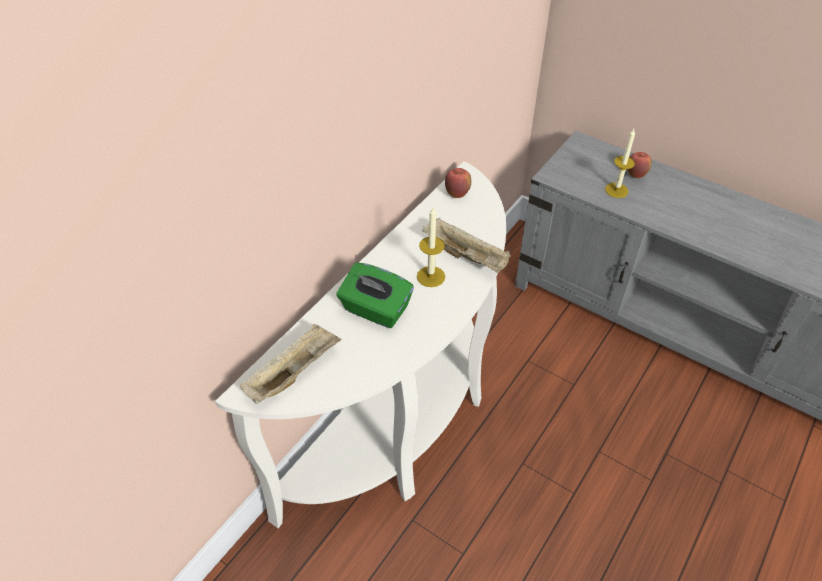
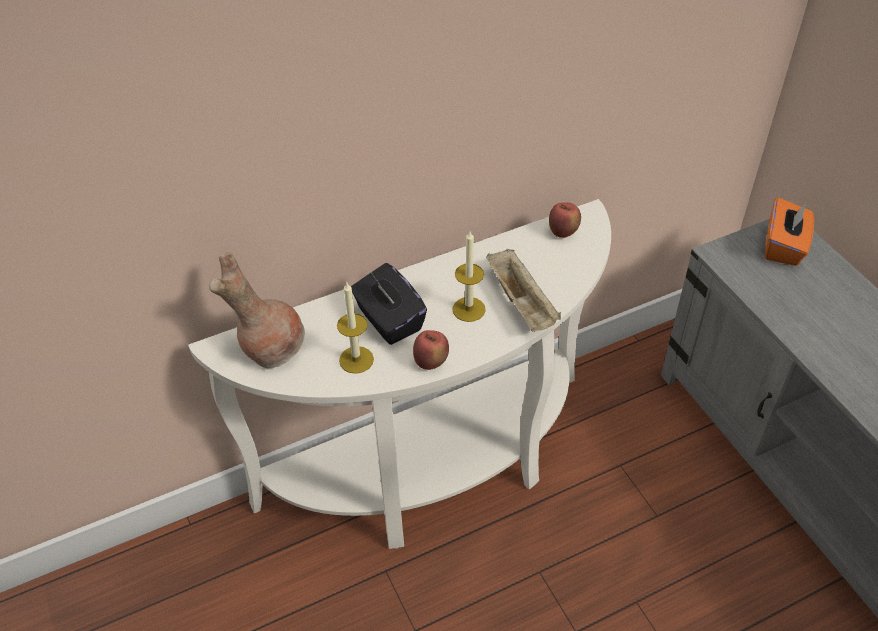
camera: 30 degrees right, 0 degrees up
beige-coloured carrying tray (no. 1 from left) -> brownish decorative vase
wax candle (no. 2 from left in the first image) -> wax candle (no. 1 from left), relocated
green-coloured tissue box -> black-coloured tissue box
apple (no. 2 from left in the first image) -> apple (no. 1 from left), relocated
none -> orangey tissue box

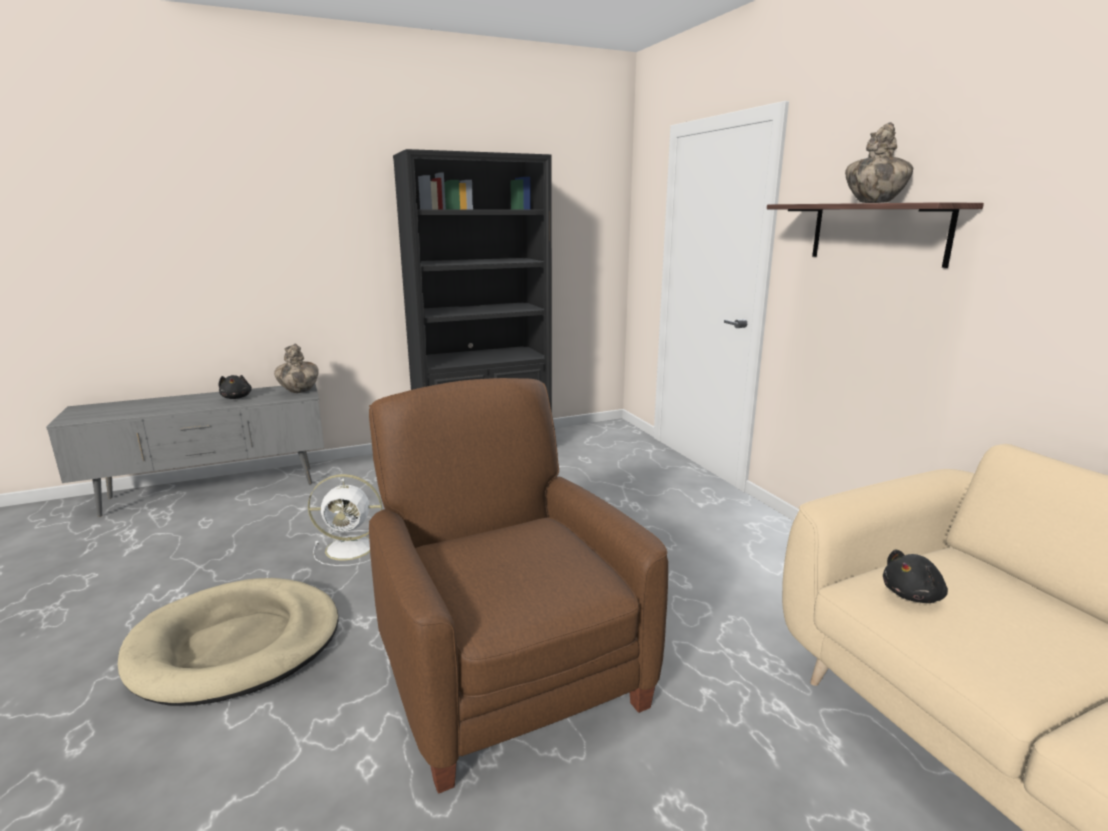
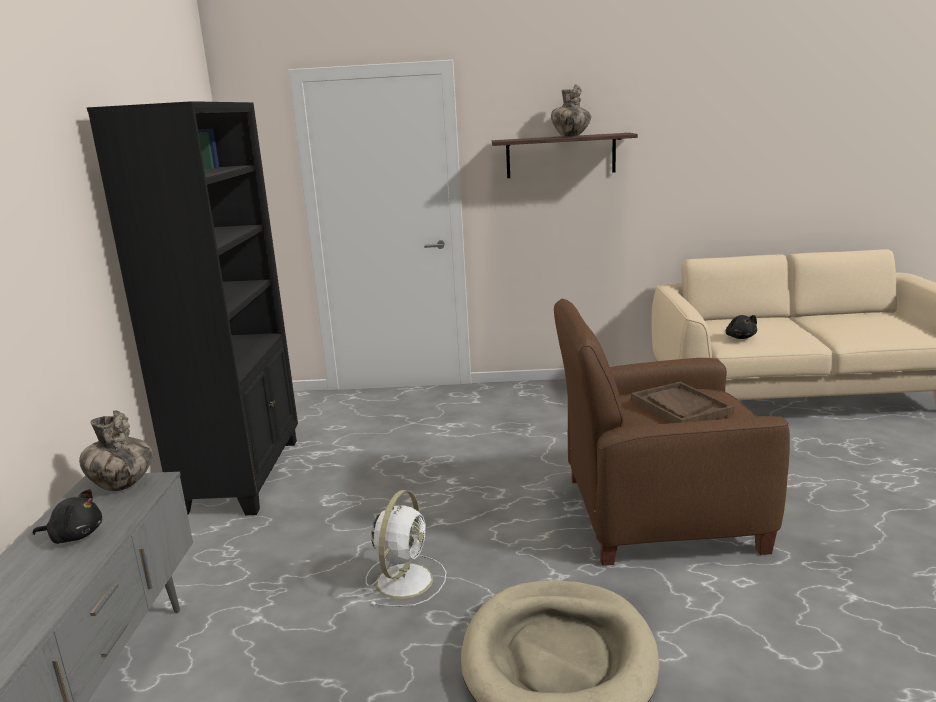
camera: 65 degrees left, 0 degrees up
none -> brownish carrying tray

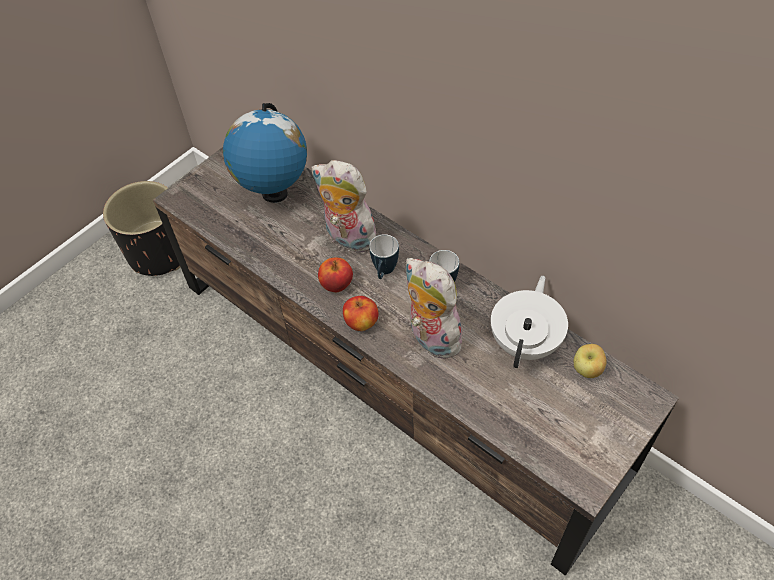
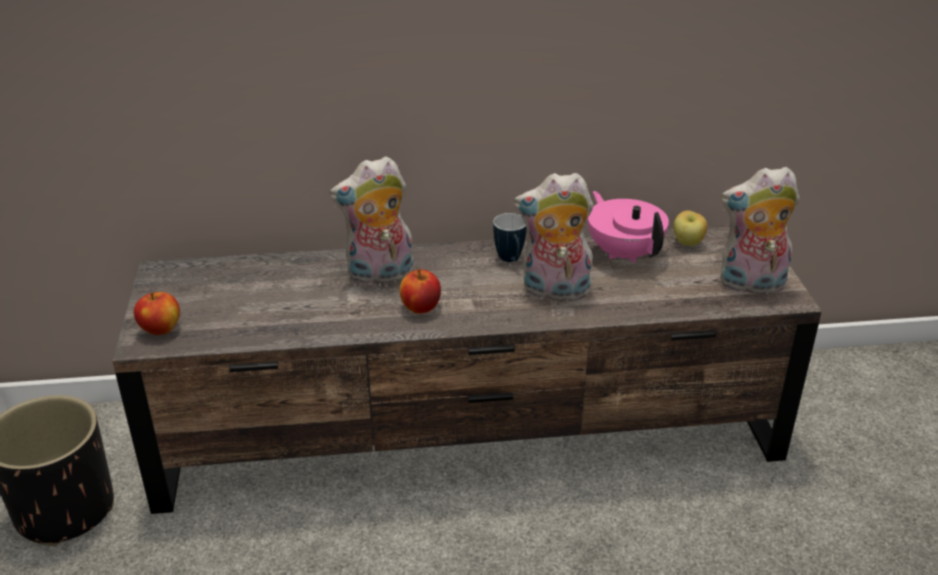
camera: 50 degrees left, 20 degrees down
apple (no. 2 from left in the first image) -> apple (no. 1 from left), relocated
white-coloured tea pot -> pink tea pot
none -> cuddly toy (no. 3 from left)
desk globe -> none
tea mug (no. 1 from left) -> none

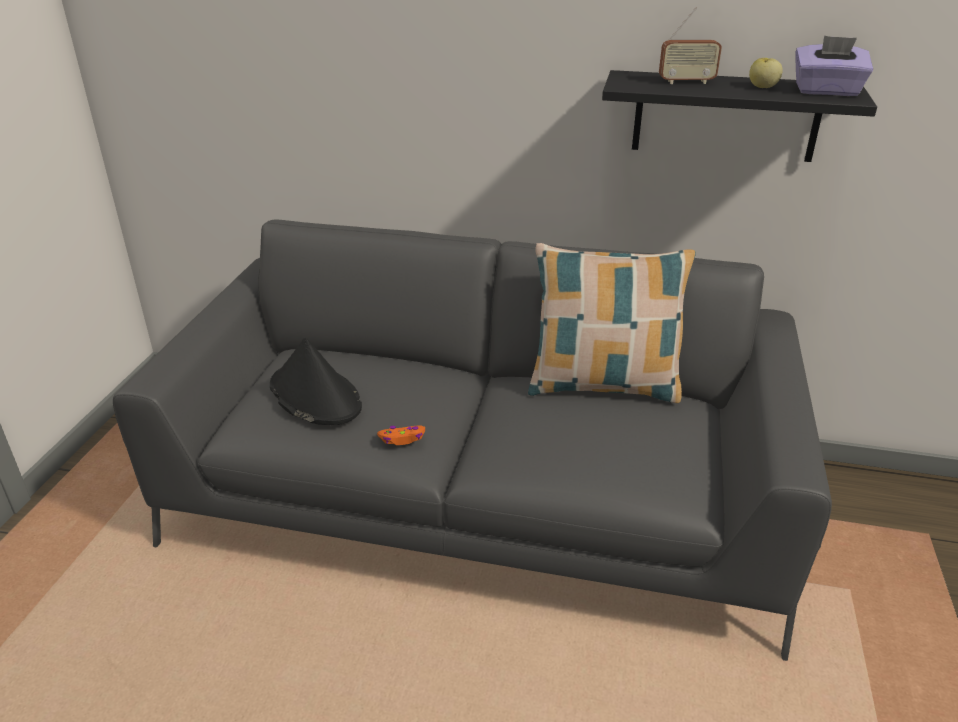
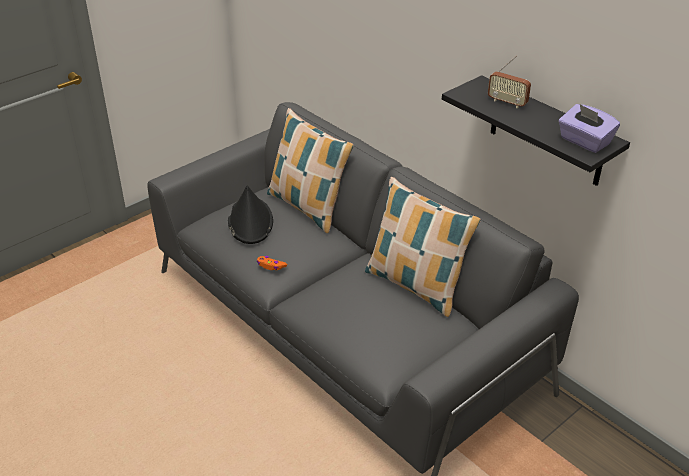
camera: 35 degrees right, 5 degrees up
none -> pillow (no. 1 from left)
apple -> none

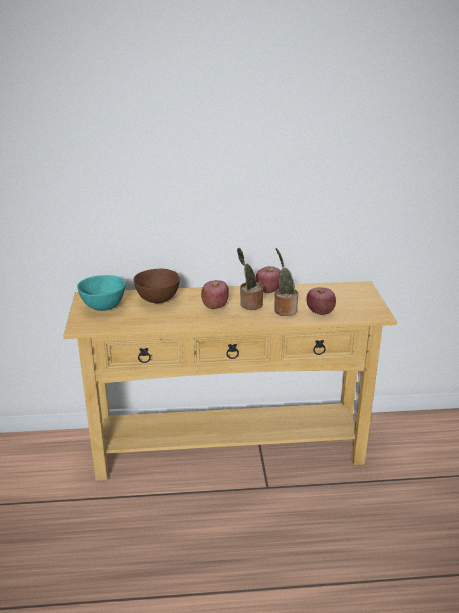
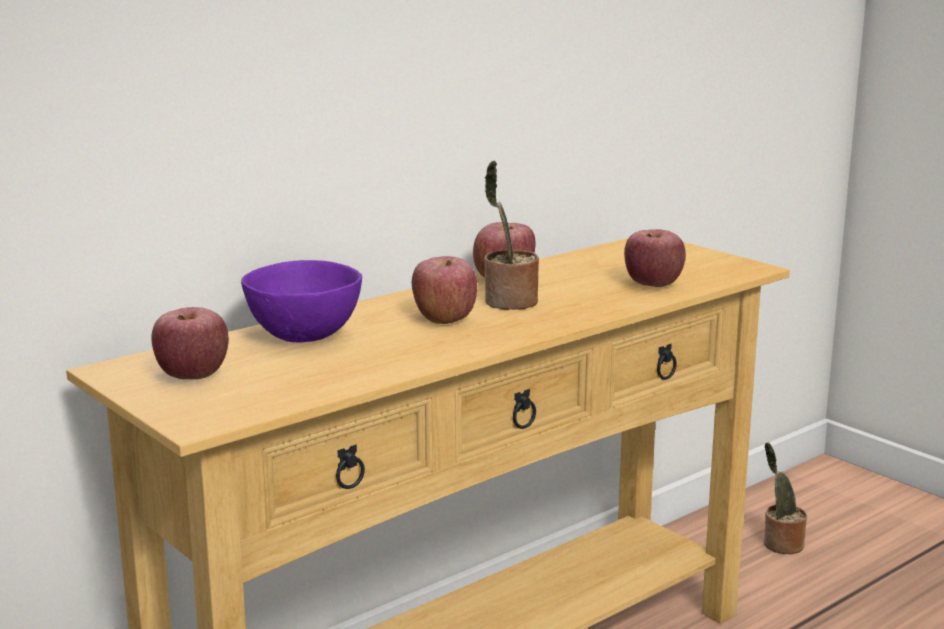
camera: 35 degrees left, 10 degrees down
blue-green bowl -> apple (no. 1 from left)
brownish bowl -> purple-coloured bowl
houseplant (no. 2 from left), relocated

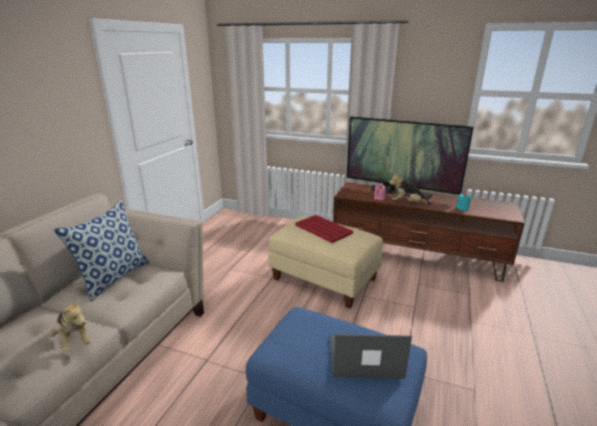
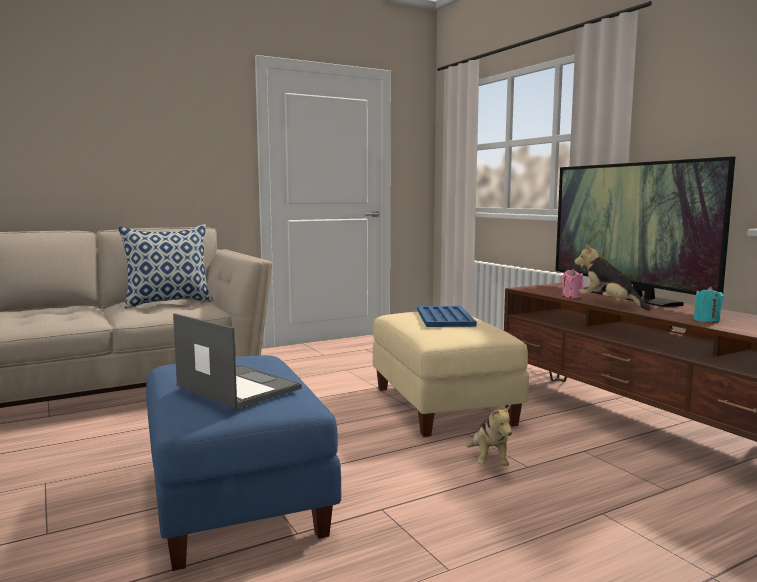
camera: 40 degrees right, 15 degrees down
red carrying tray -> blue-coloured carrying tray
cuddly toy (no. 1 from left), relocated

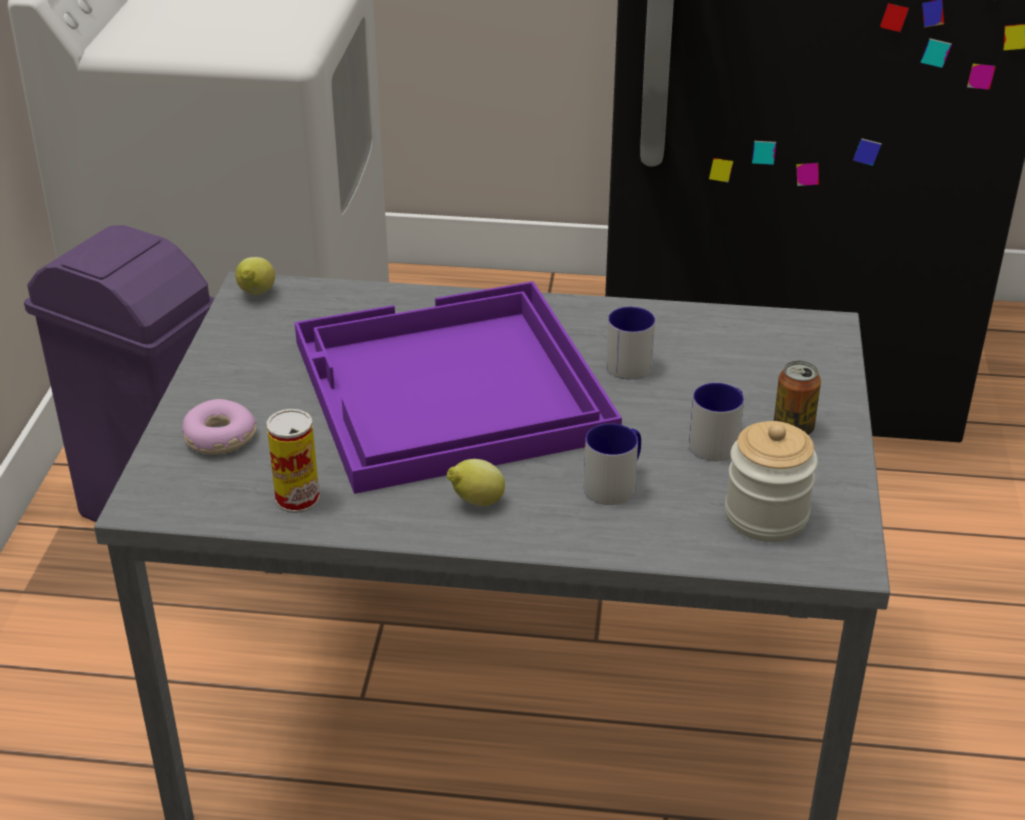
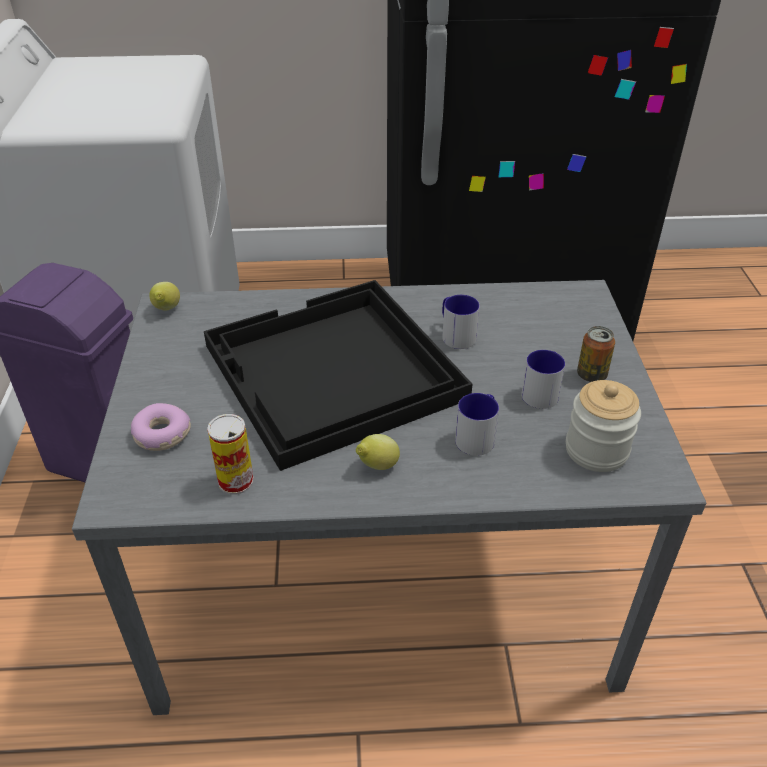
camera: 10 degrees left, 5 degrees up
purple-coloured carrying tray -> black-coloured carrying tray

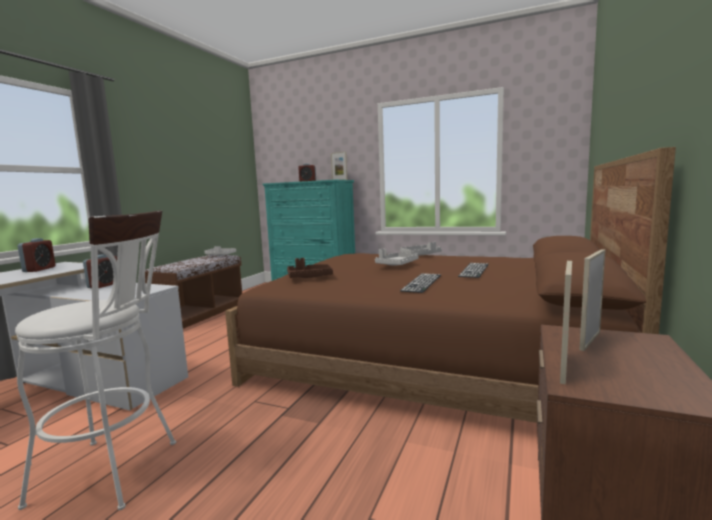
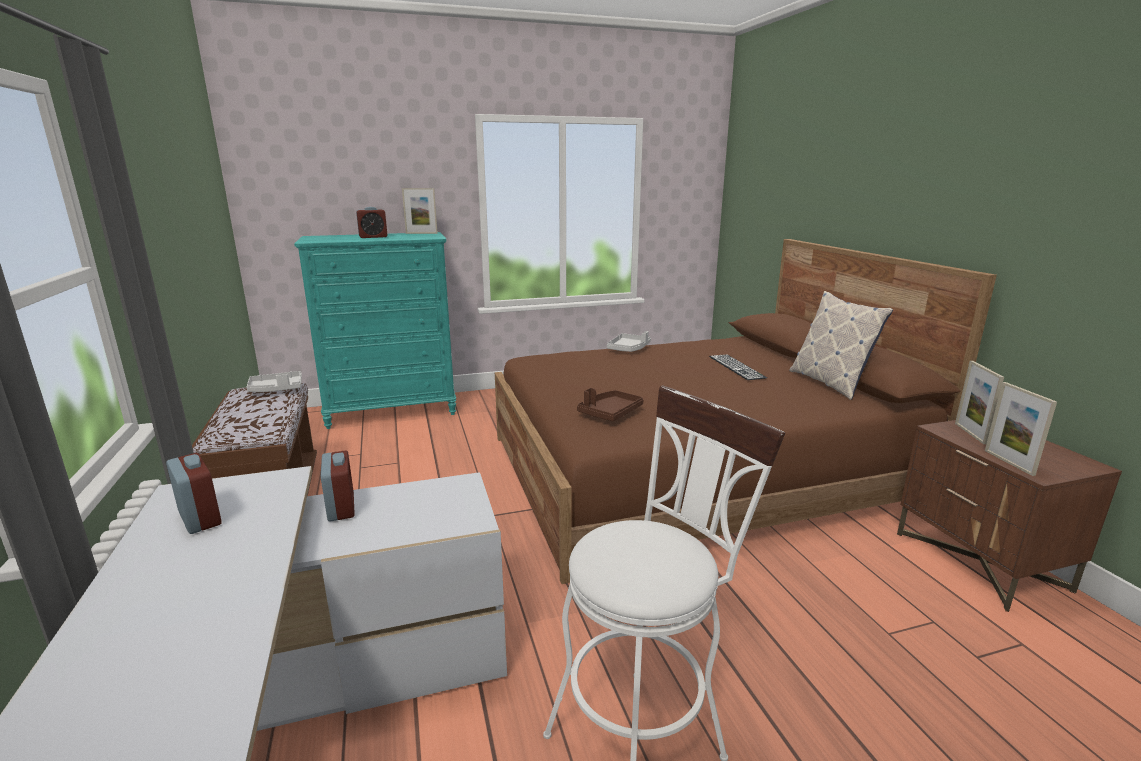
camera: 40 degrees left, 10 degrees up
none -> pillow
greyish carrying tray (no. 2 from left) -> none
computer keyboard (no. 1 from left) -> none

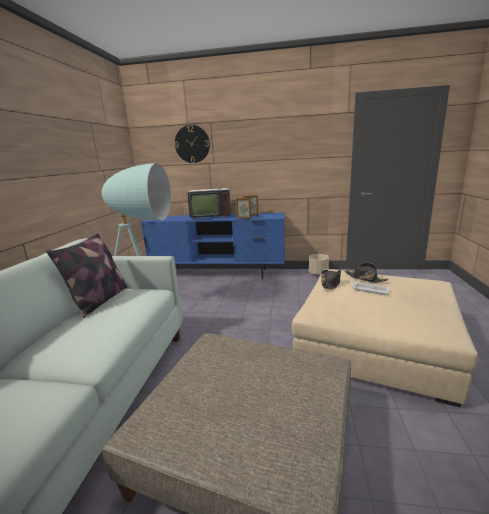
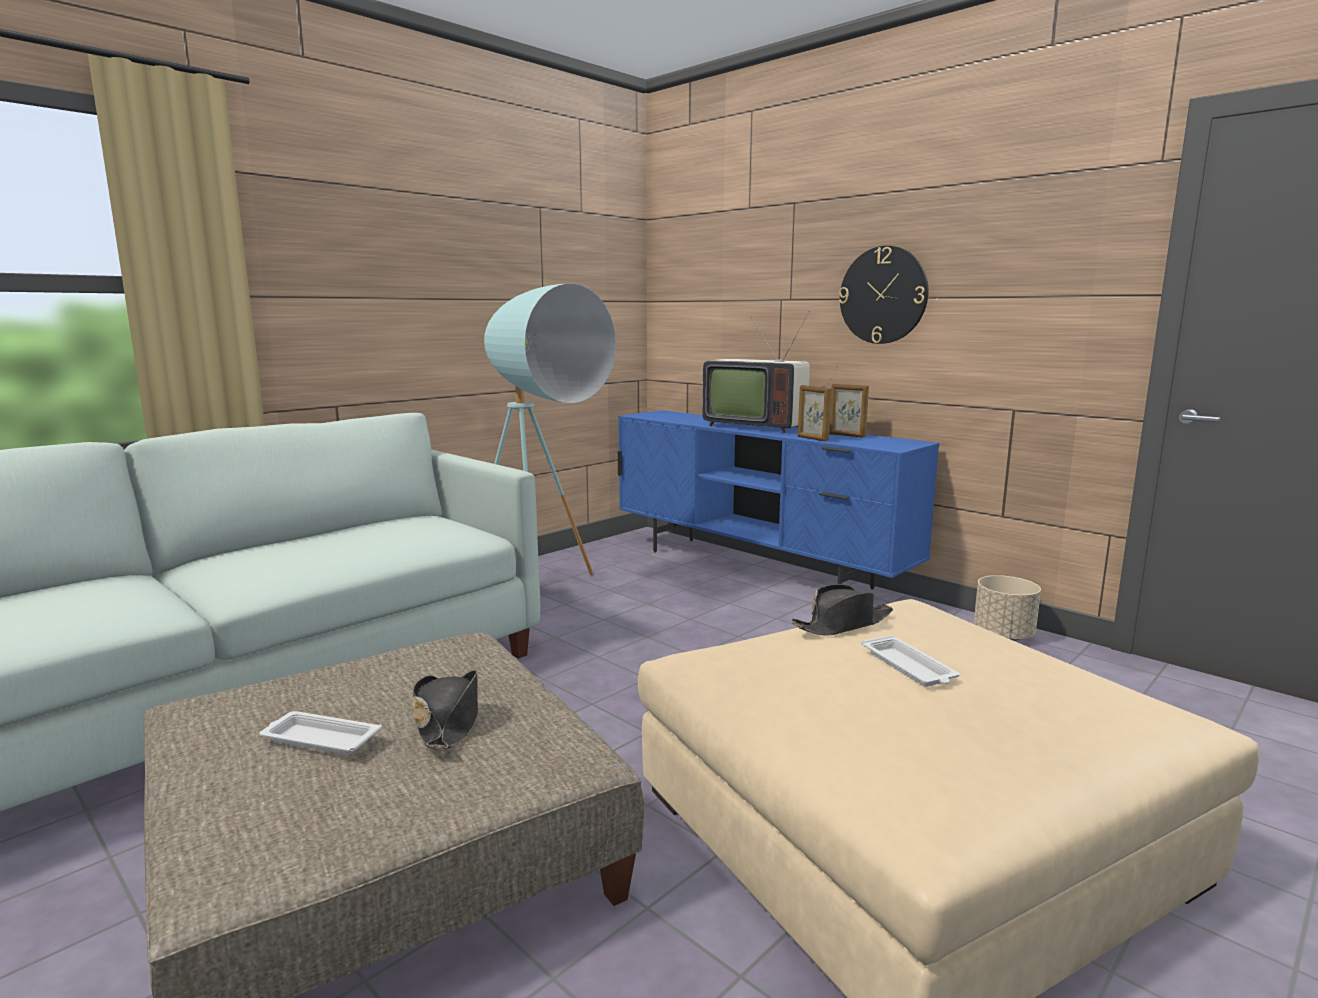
camera: 35 degrees right, 5 degrees down
none -> white-coloured carrying tray (no. 1 from left)
black-coloured clothing hat (no. 2 from left in the first image) -> black-coloured clothing hat (no. 1 from left), relocated
hanging clock, relocated
pillow -> none

